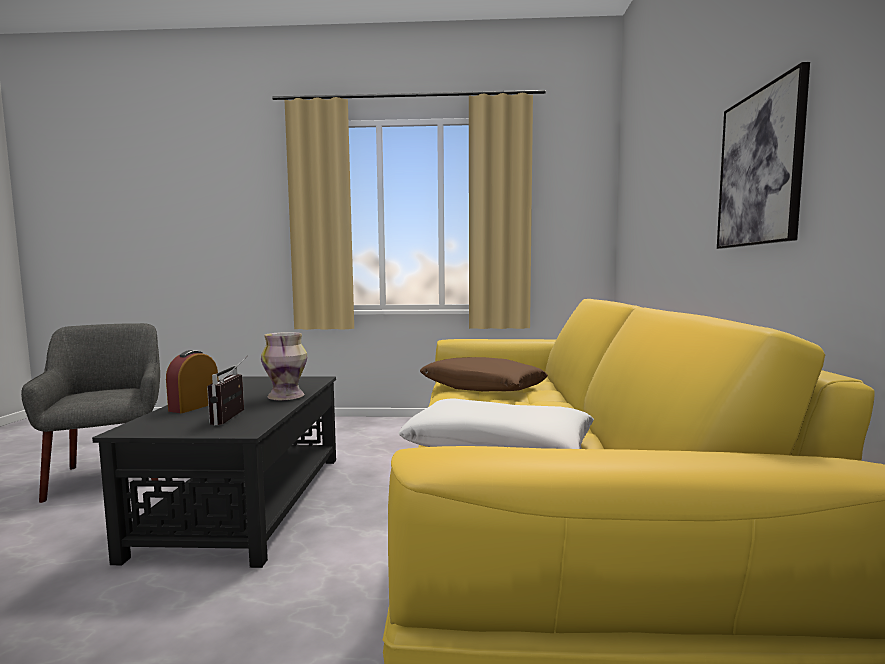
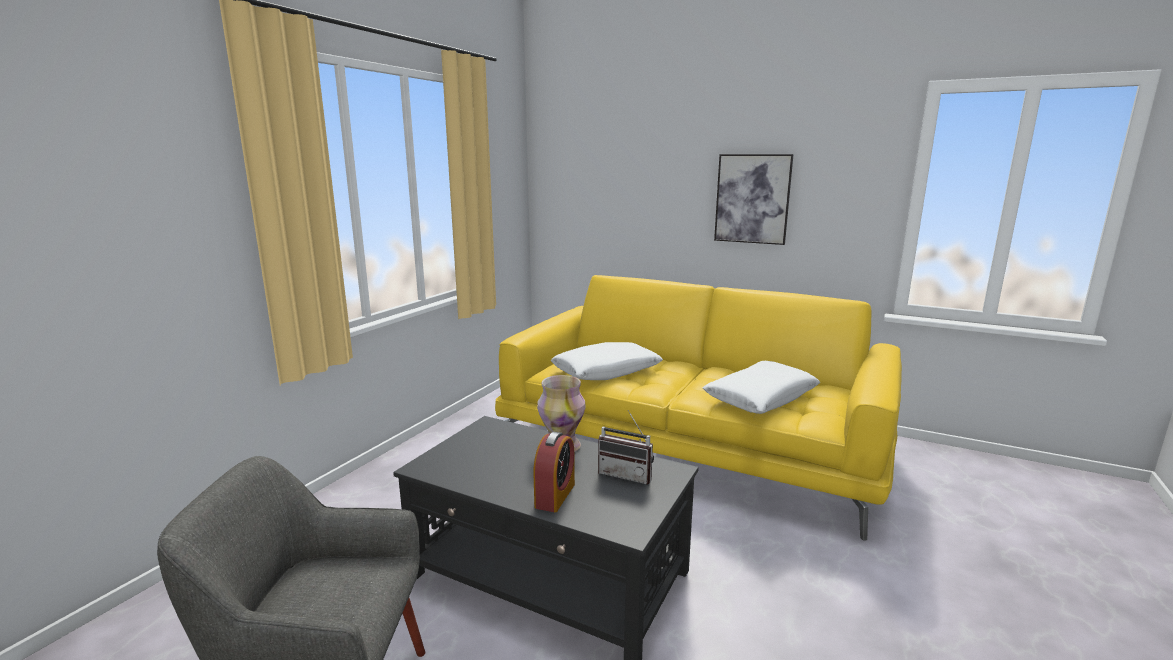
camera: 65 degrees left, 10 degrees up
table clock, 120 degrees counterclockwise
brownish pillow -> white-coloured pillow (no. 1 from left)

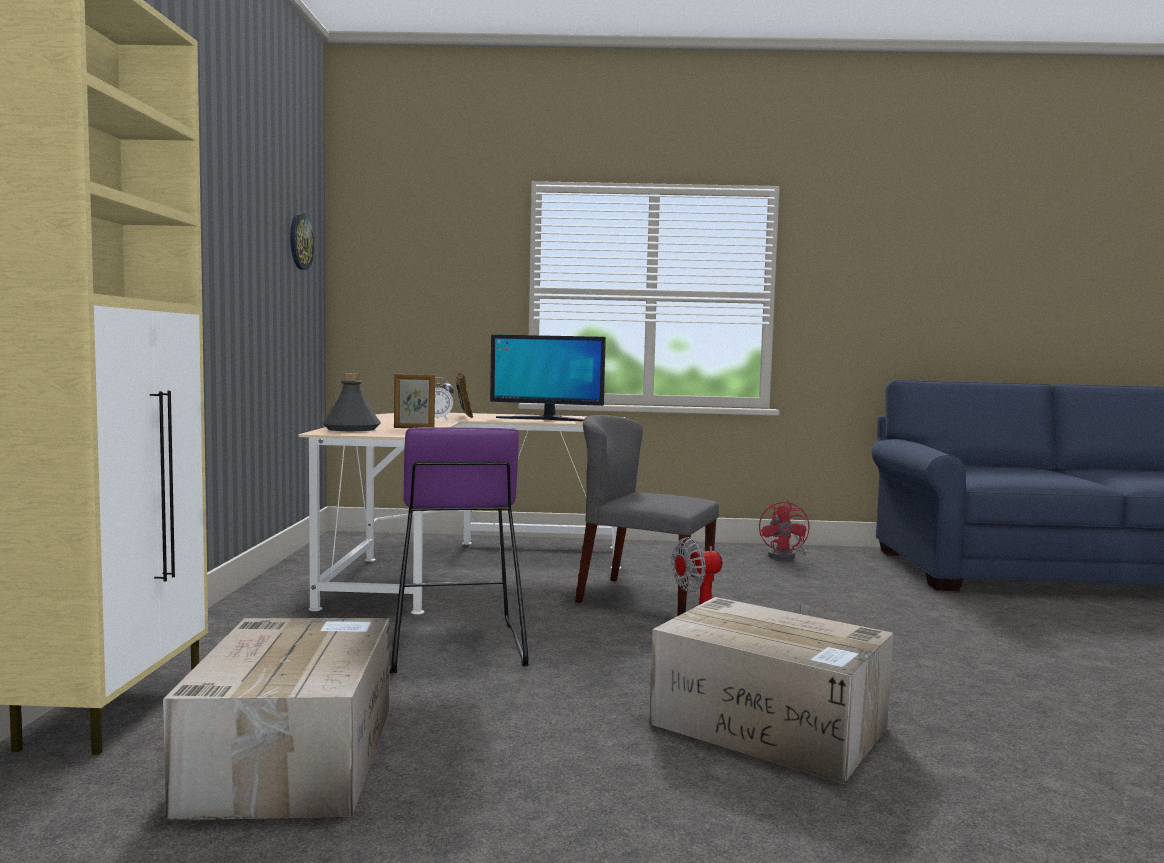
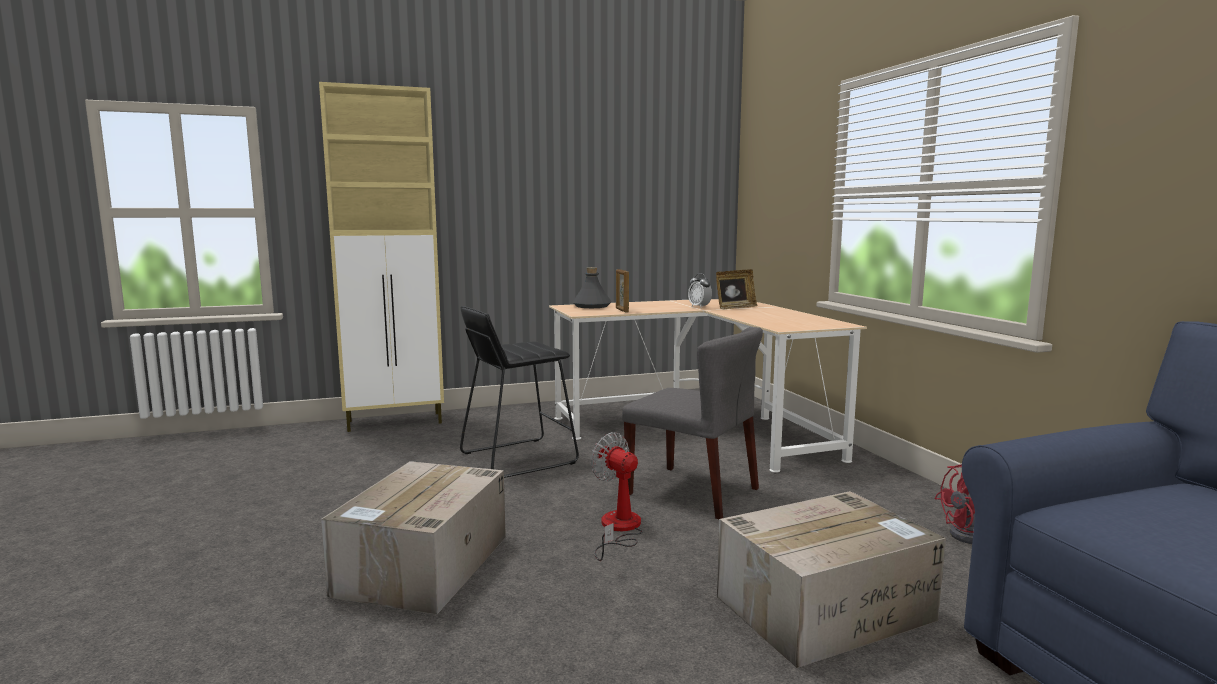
camera: 70 degrees right, 5 degrees up
purple-coloured stool seat -> black-coloured stool seat
greyish plain chair, 120 degrees clockwise
packing box (no. 1 from left in the first image) -> packing box (no. 2 from left), relocated
hanging clock -> none
computer display -> none

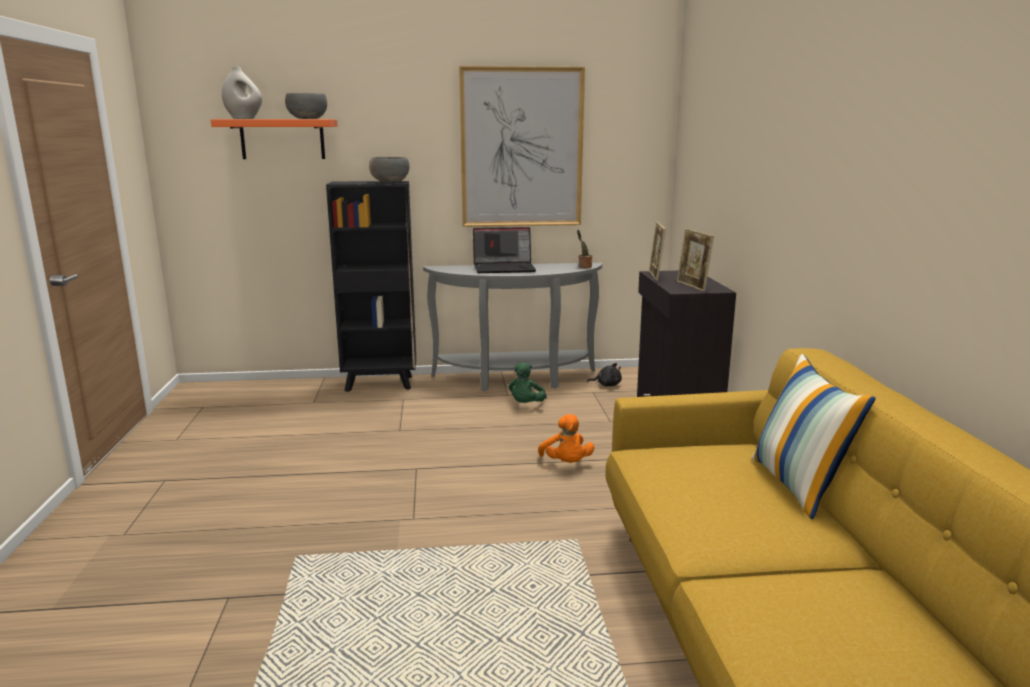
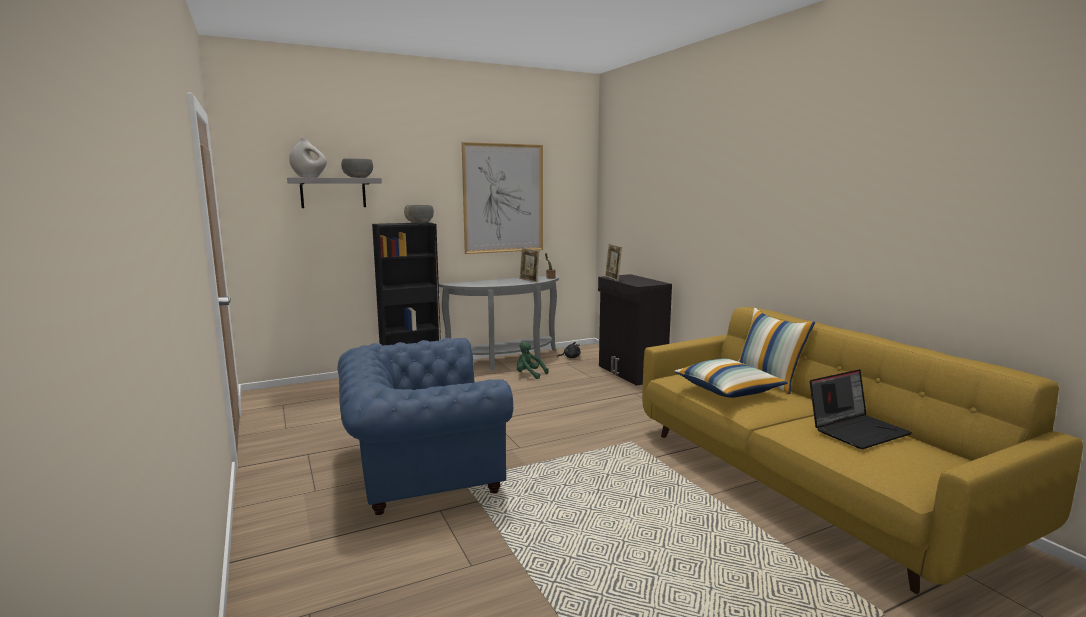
camera: 20 degrees left, 5 degrees down
orangey shelf -> greyish shelf
none -> blue-coloured lounge chair
green-coloured cuddly toy, 120 degrees clockwise
photo frame (no. 2 from left in the first image) -> photo frame (no. 1 from left), relocated
none -> pillow (no. 1 from left)
portable computer, relocated
orangey cuddly toy -> none

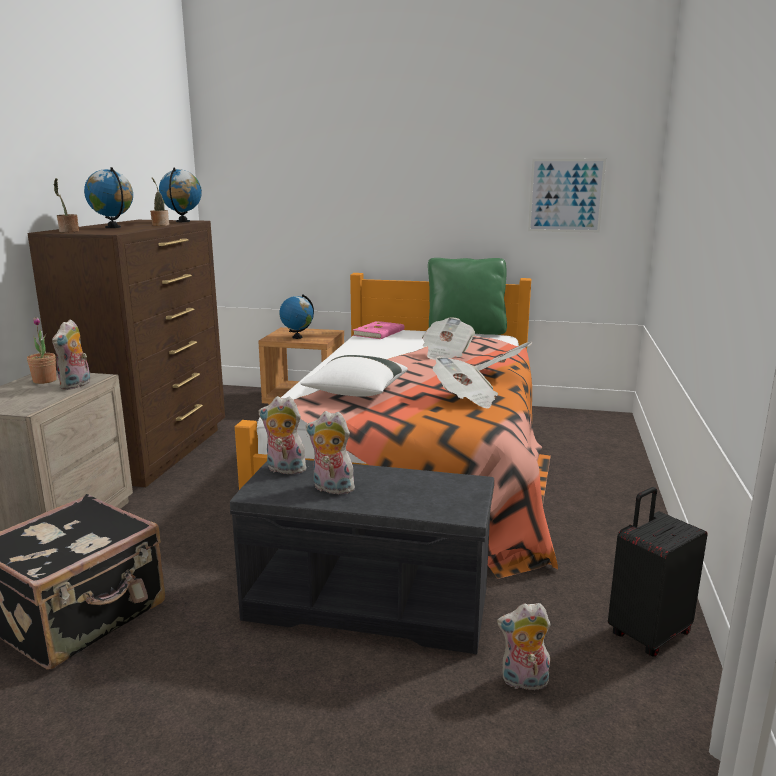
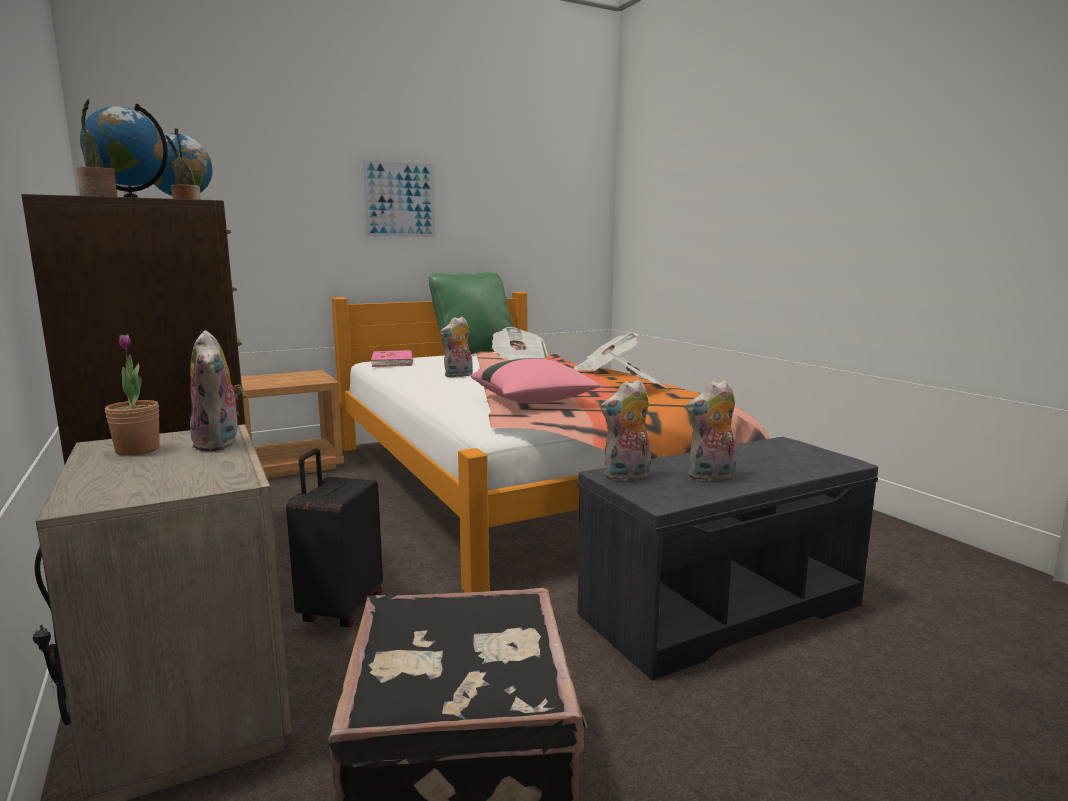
camera: 40 degrees left, 5 degrees down
black-coloured travel case (no. 2 from left in the first image) -> black-coloured travel case (no. 1 from left), relocated
wall picture, relocated
cuddly toy (no. 4 from left in the first image) -> cuddly toy (no. 2 from left), relocated
white-coloured pillow -> pink pillow
desk globe (no. 3 from left) -> none

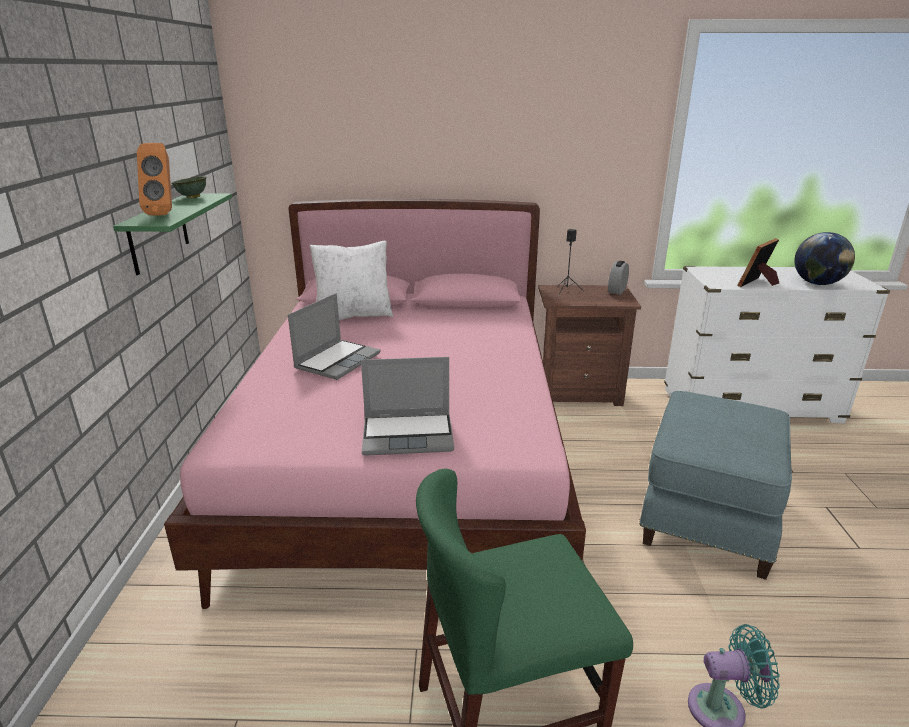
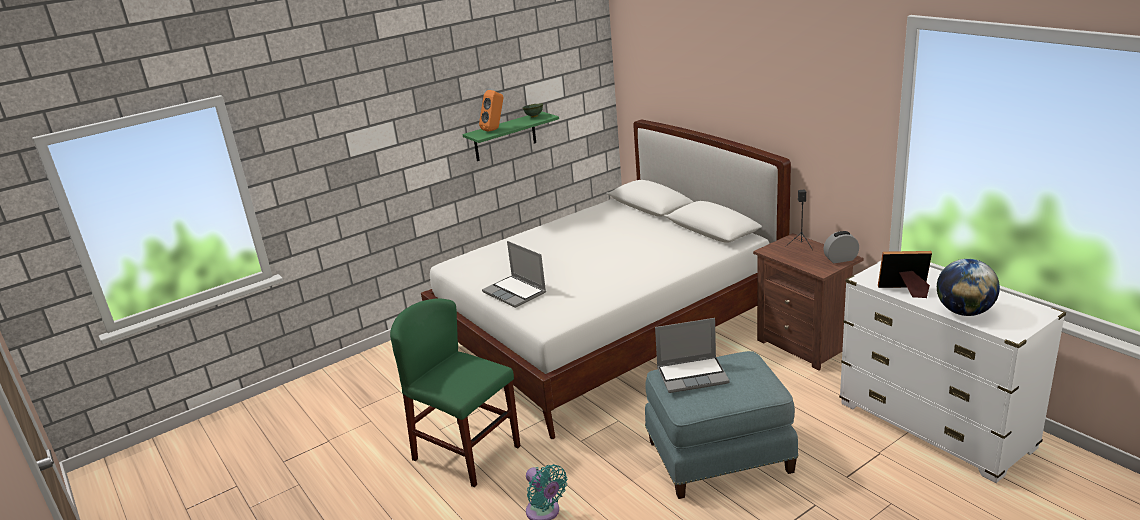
camera: 55 degrees right, 0 degrees up
pink bed -> white-coloured bed
portable computer (no. 1 from left in the first image) -> portable computer (no. 2 from left), relocated
white-coloured pillow -> none

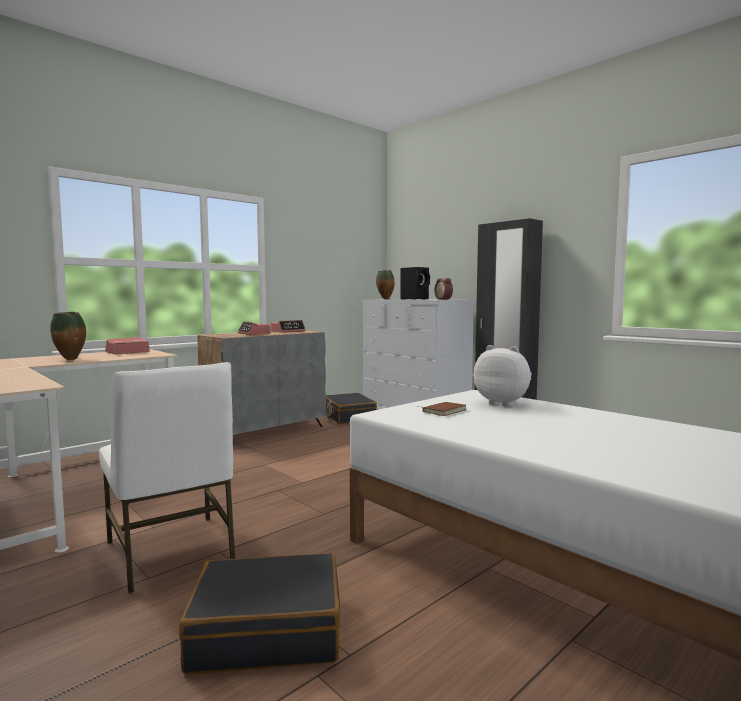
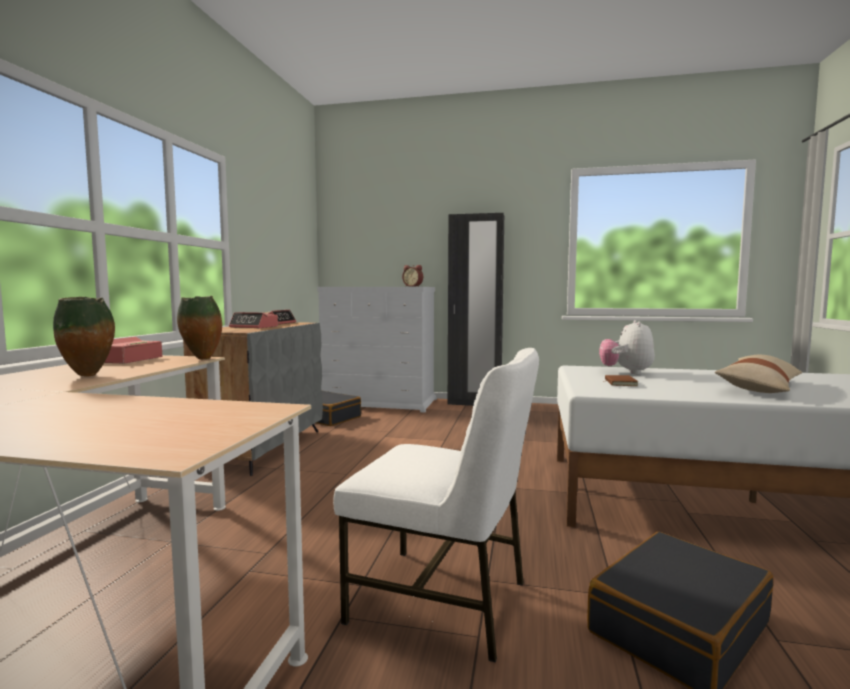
camera: 35 degrees left, 0 degrees up
decorative vase (no. 2 from left), relocated
cuddly toy, 75 degrees counterclockwise
none -> beige-coloured pillow
black-coloured speaker -> none

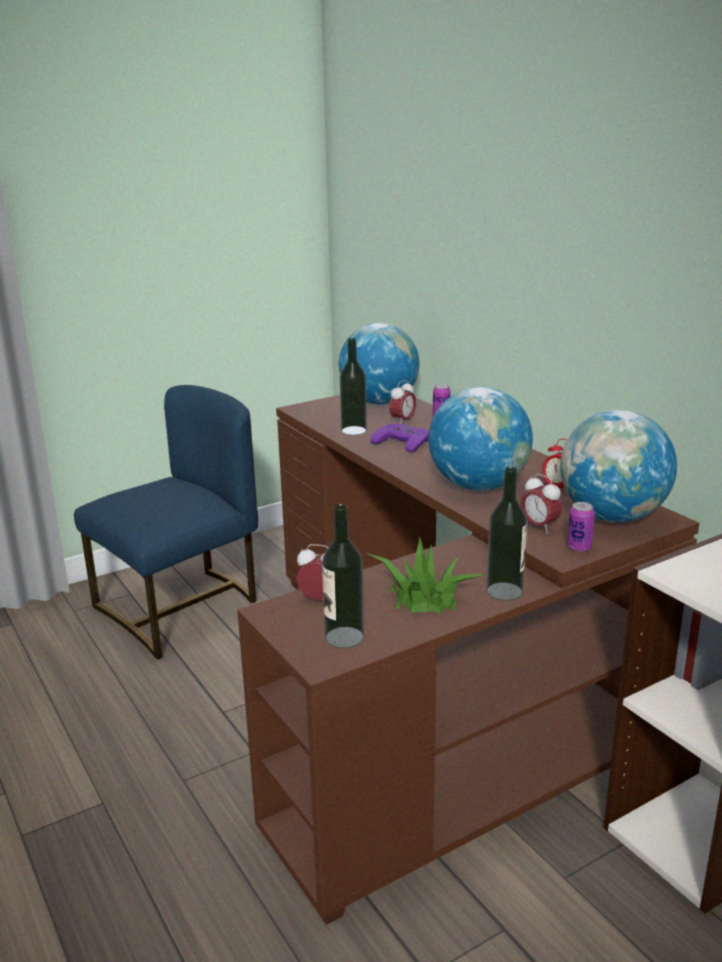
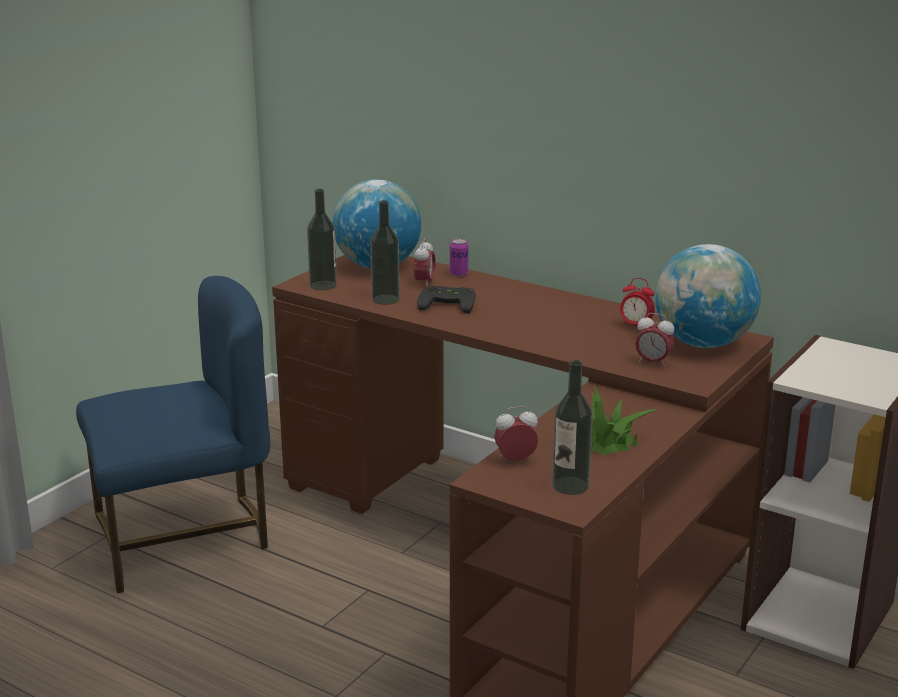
camera: 25 degrees left, 0 degrees up
blue-coloured plain chair, 45 degrees clockwise
bottle (no. 3 from left in the first image) -> bottle (no. 1 from left), relocated
purple-coloured game controller -> black-coloured game controller
desk globe (no. 2 from left) -> none
can (no. 2 from left) -> none

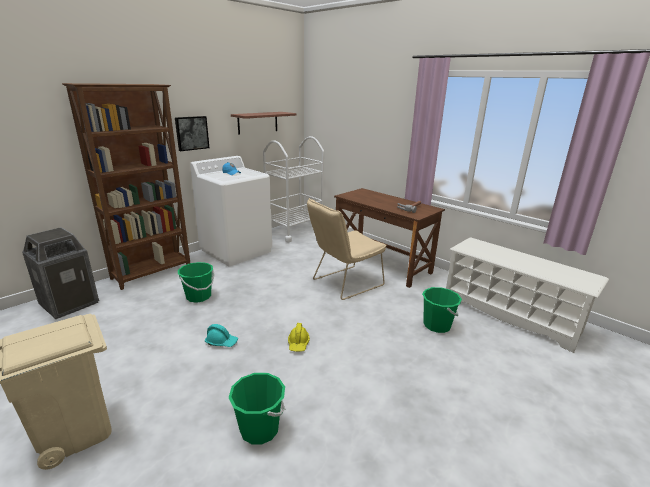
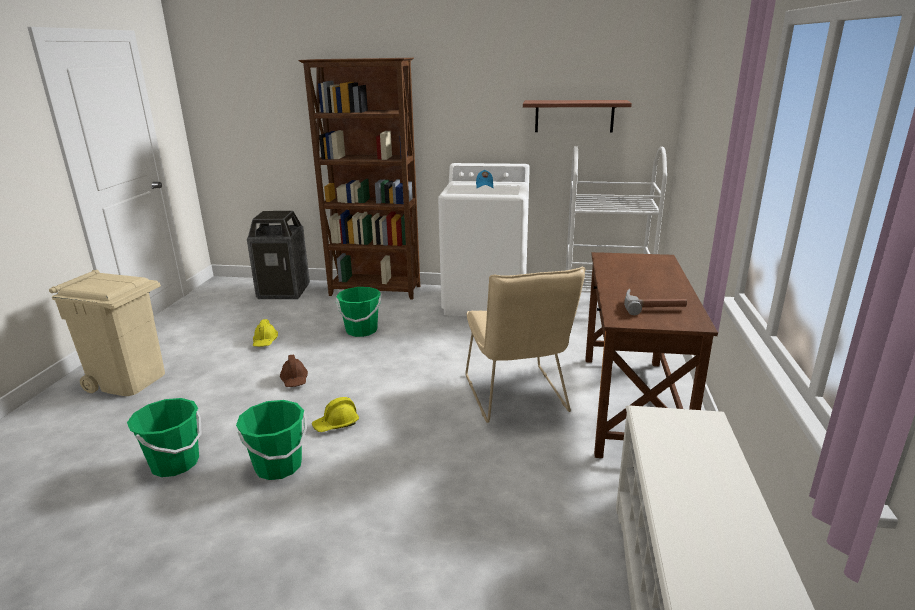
camera: 55 degrees right, 0 degrees up
green-coloured water bucket (no. 3 from left in the first image) -> green-coloured water bucket (no. 2 from left), relocated
none -> yellow hard hat (no. 1 from left)
blue-green hard hat -> brownish hard hat
beige-coloured plain chair, 120 degrees counterclockwise
wall picture -> none

